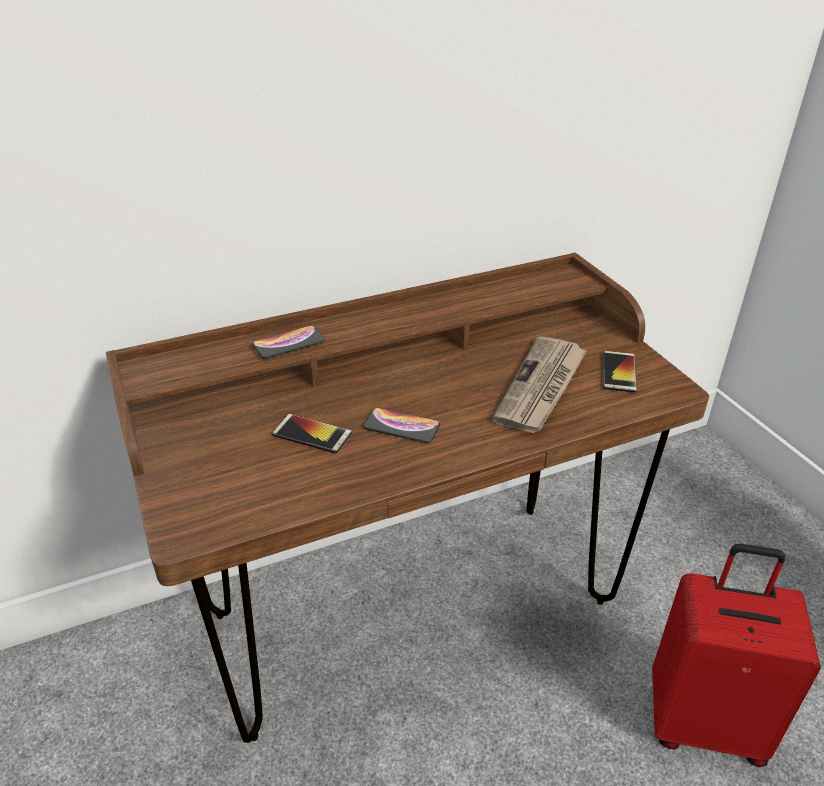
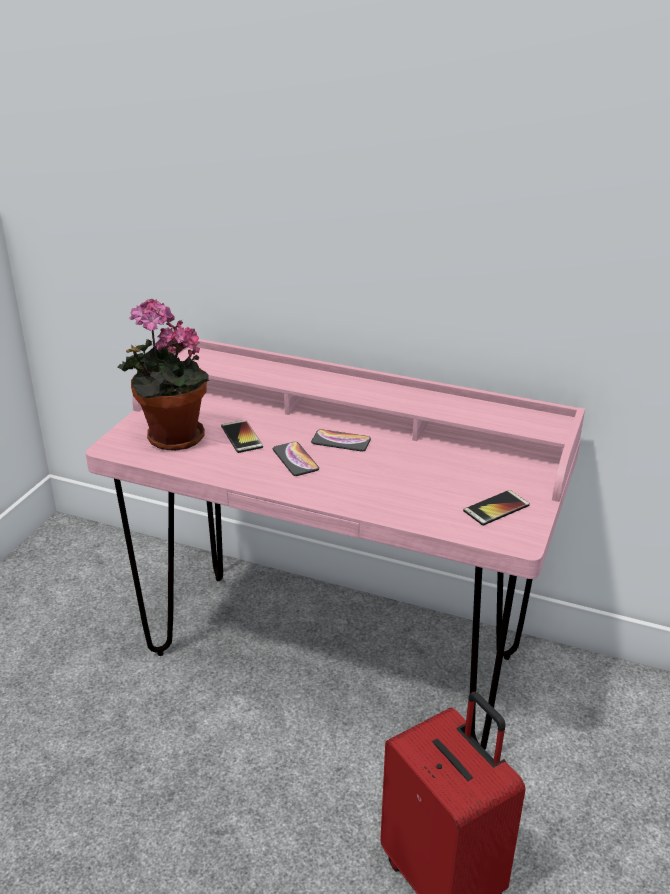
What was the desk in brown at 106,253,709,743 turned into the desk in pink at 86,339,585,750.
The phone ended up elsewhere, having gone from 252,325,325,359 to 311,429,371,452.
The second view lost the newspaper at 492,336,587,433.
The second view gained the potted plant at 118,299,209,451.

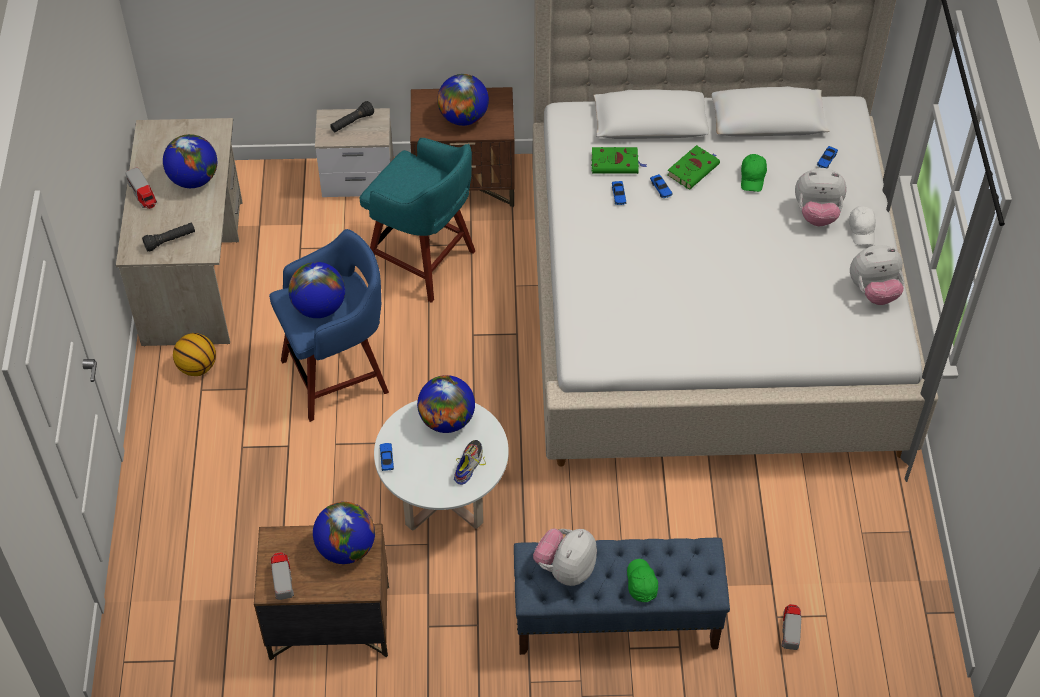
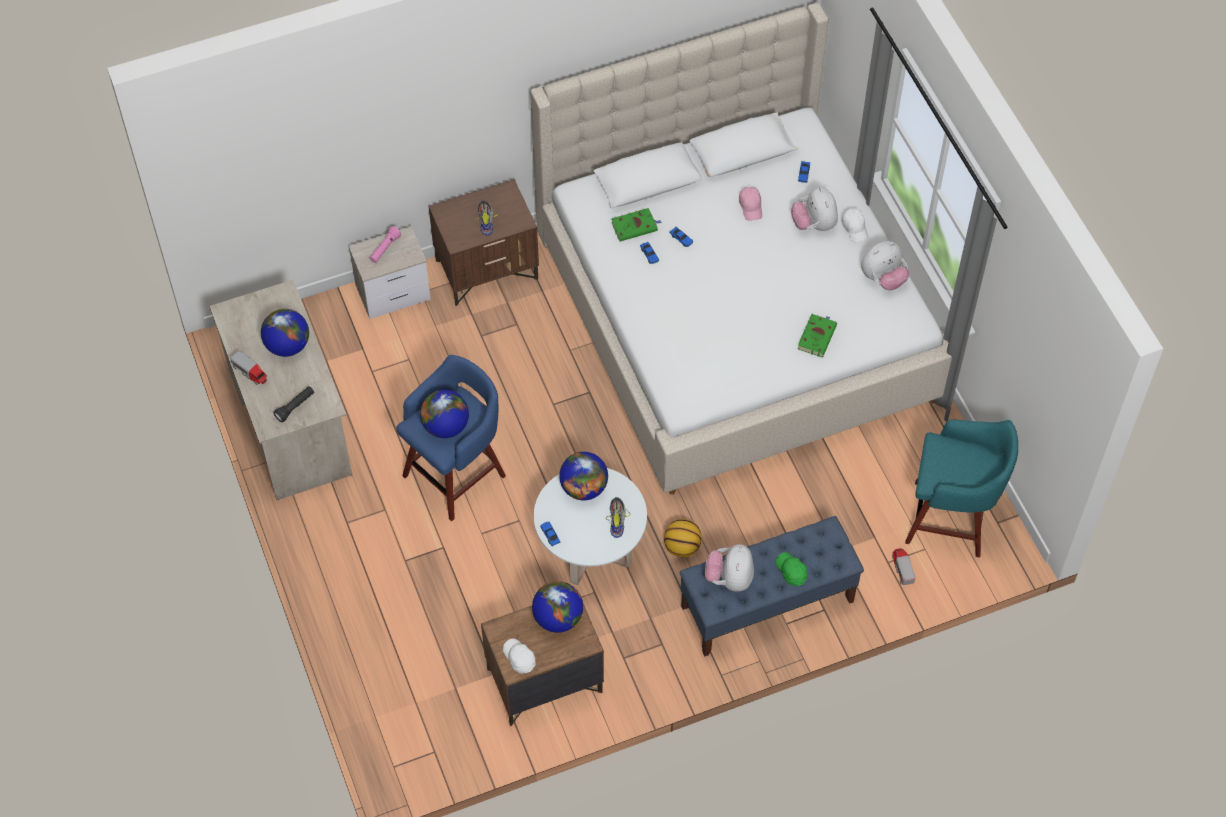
Where the globe stood at 437,74,489,126, the shoe came to stand at 475,201,498,236.
What was the flashlight in black at 330,101,374,132 turned into the flashlight in pink at 370,226,401,263.
The stool in turquoise ended up elsewhere, having gone from 360,138,475,303 to 905,419,1018,558.
The book in green ended up elsewhere, having gone from 667,145,720,190 to 798,314,837,357.
What was the cap in green at 741,154,767,192 turned into the cap in pink at 739,187,762,221.
The plush toy at 795,168,847,226 ended up facing another way, 90 degrees clockwise from before.
The basketball ended up elsewhere, having gone from 173,333,216,376 to 664,519,702,558.
Where the toy truck stood at 271,552,294,600, the cap in white came to stand at 503,639,536,674.

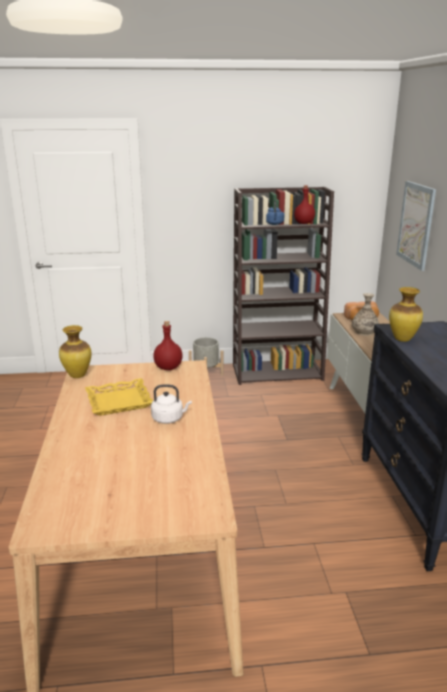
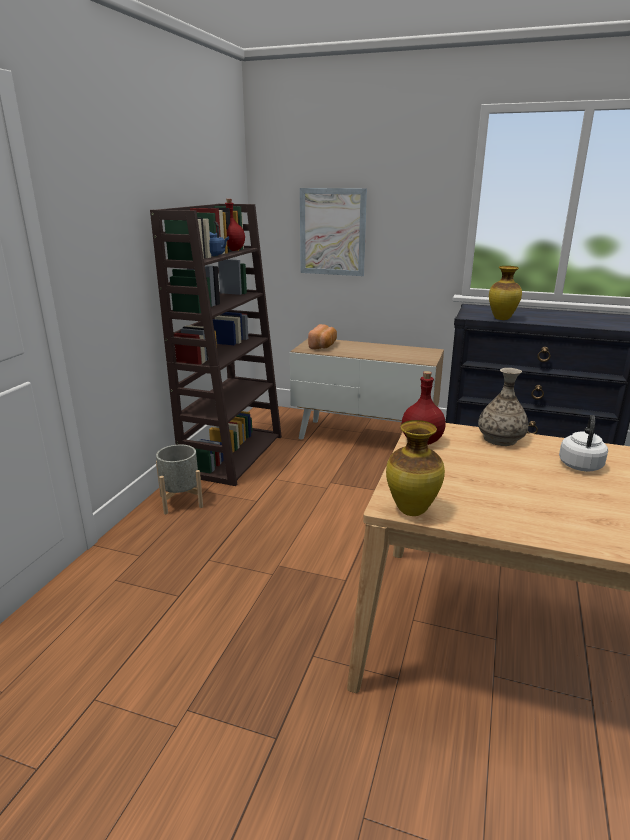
The vase ended up elsewhere, having gone from 352,293,379,336 to 478,368,529,446.
The second view lost the tray in yellow at 85,378,153,416.

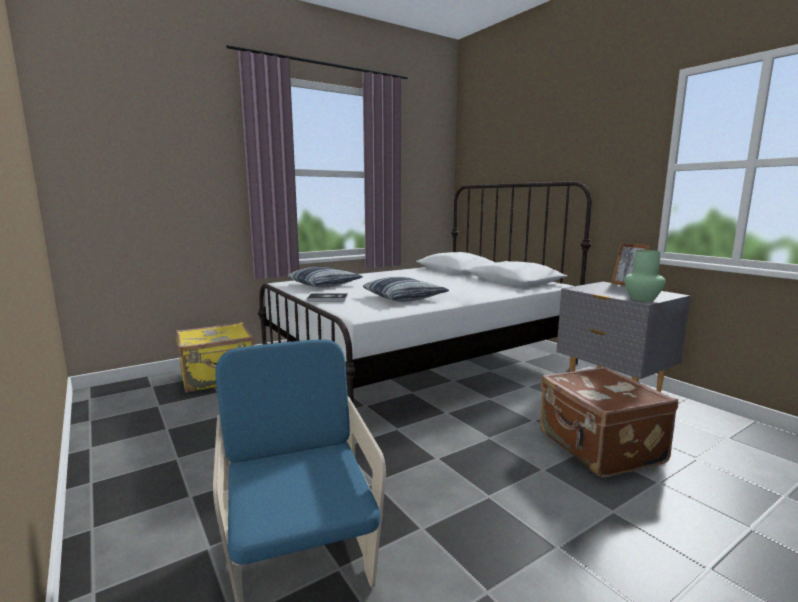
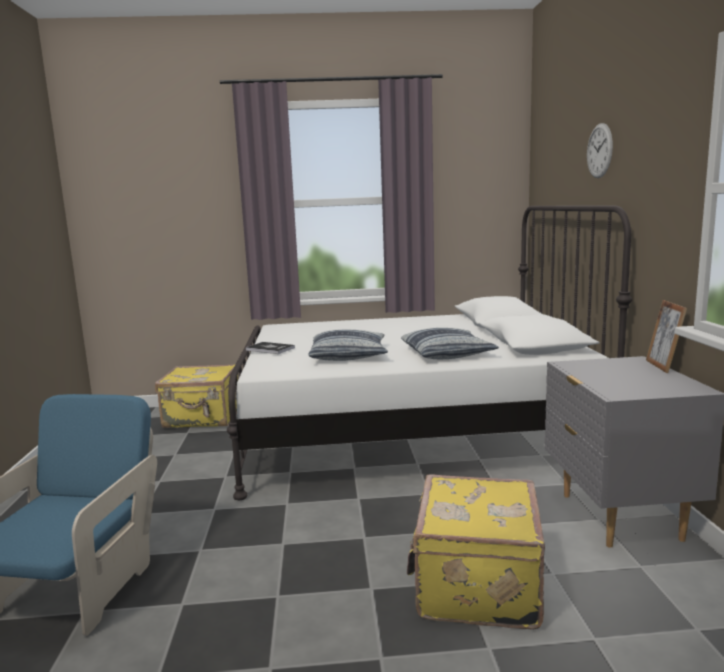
The second view lost the vase in green at 624,250,665,302.
The pillow ended up elsewhere, having gone from 287,267,363,287 to 401,328,499,359.
What was the suitcase in brown at 540,367,678,478 turned into the suitcase in yellow at 407,474,545,630.
The second view gained the wall clock at 587,123,613,178.

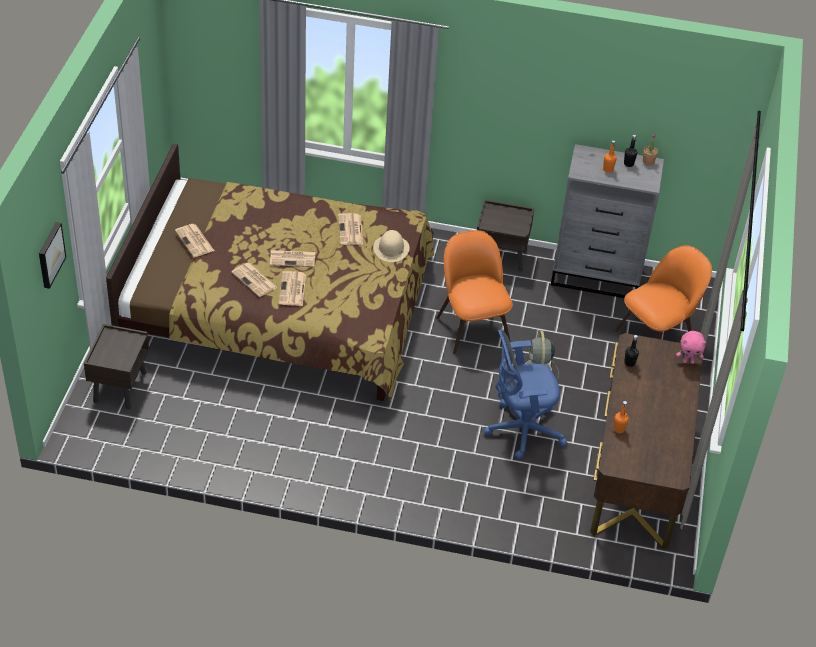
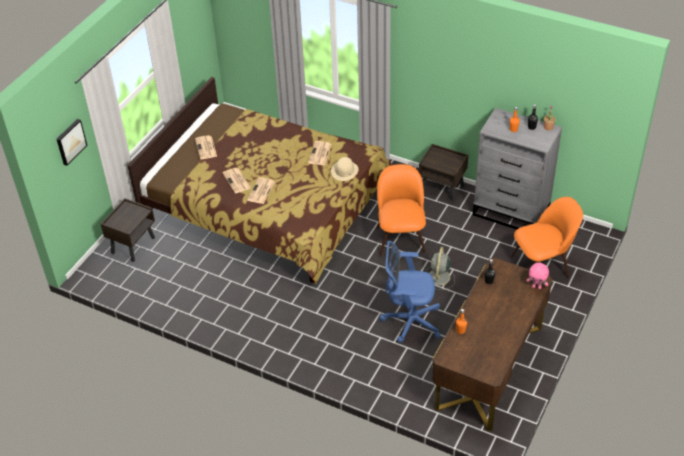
The second view lost the newspaper at 270,250,316,267.

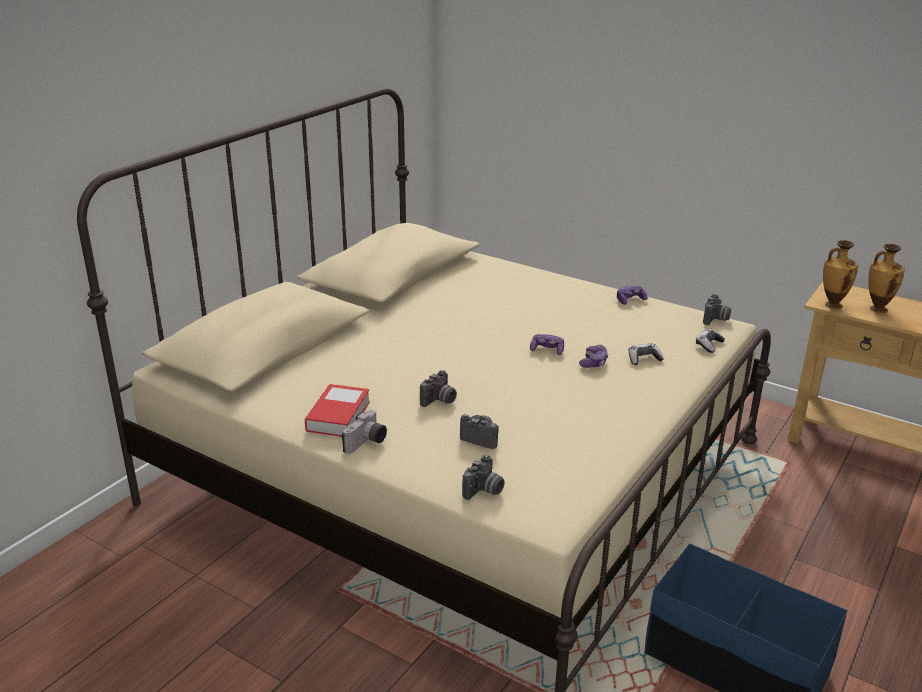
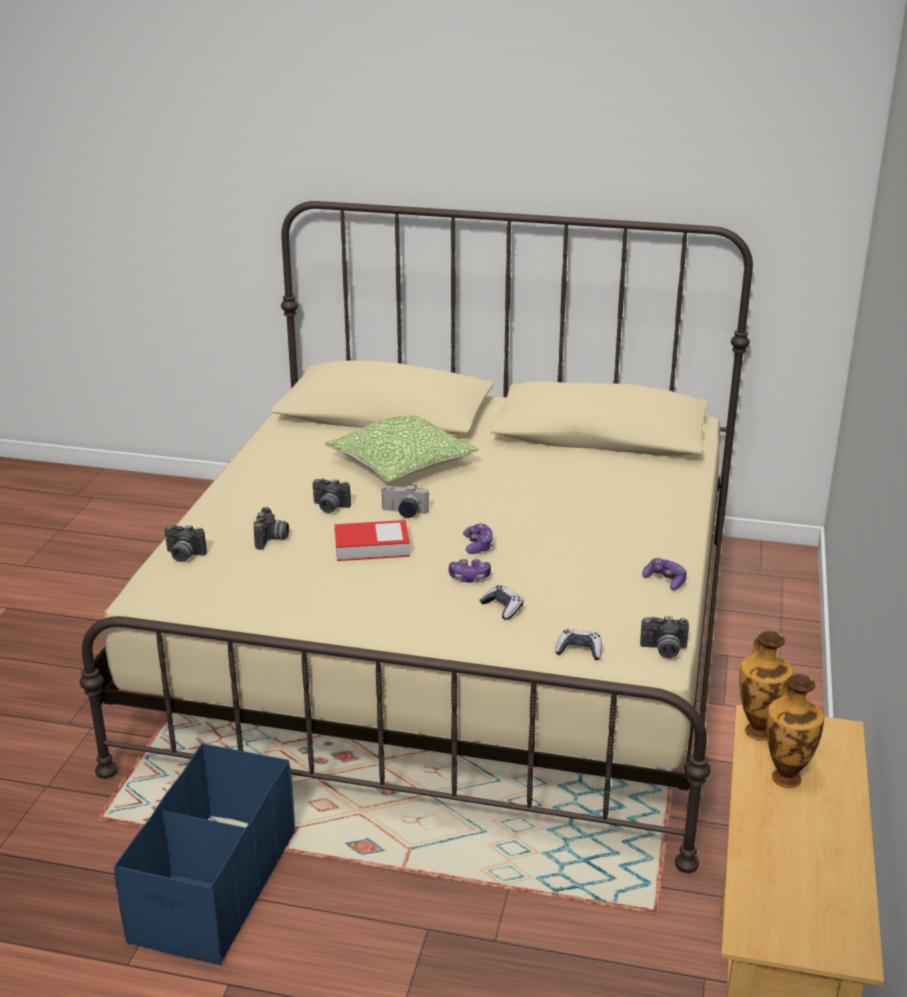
The book ended up elsewhere, having gone from 305,384,370,436 to 334,520,410,561.
The photo camera ended up elsewhere, having gone from 341,410,387,454 to 381,484,429,518.
The second view gained the pillow at 325,415,478,482.

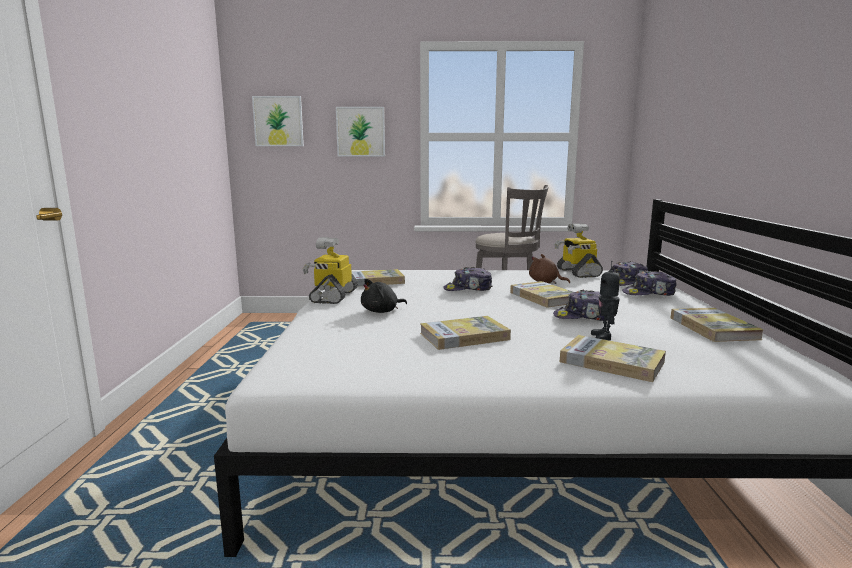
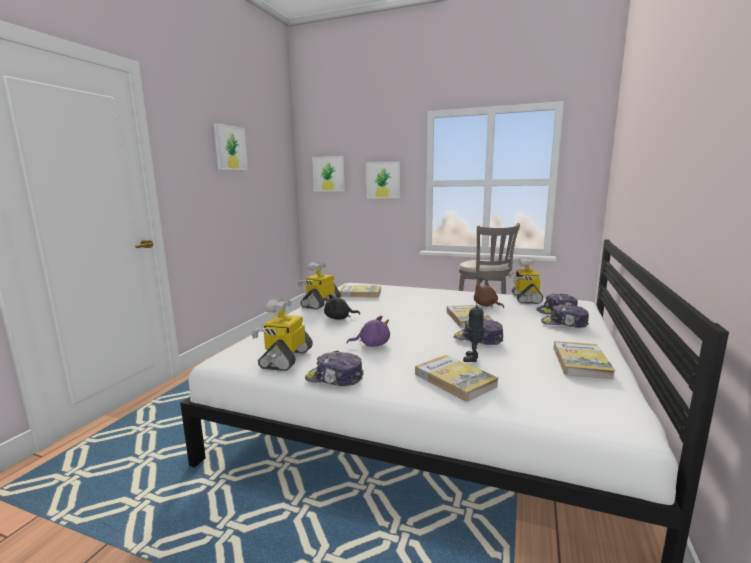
The cap ended up elsewhere, having gone from 443,267,492,291 to 305,351,364,386.
Where the book stood at 420,316,511,350, the plush toy in purple came to stand at 347,316,390,347.
The second view gained the picture at 213,123,248,170.
The second view gained the toy robot at 251,299,313,371.

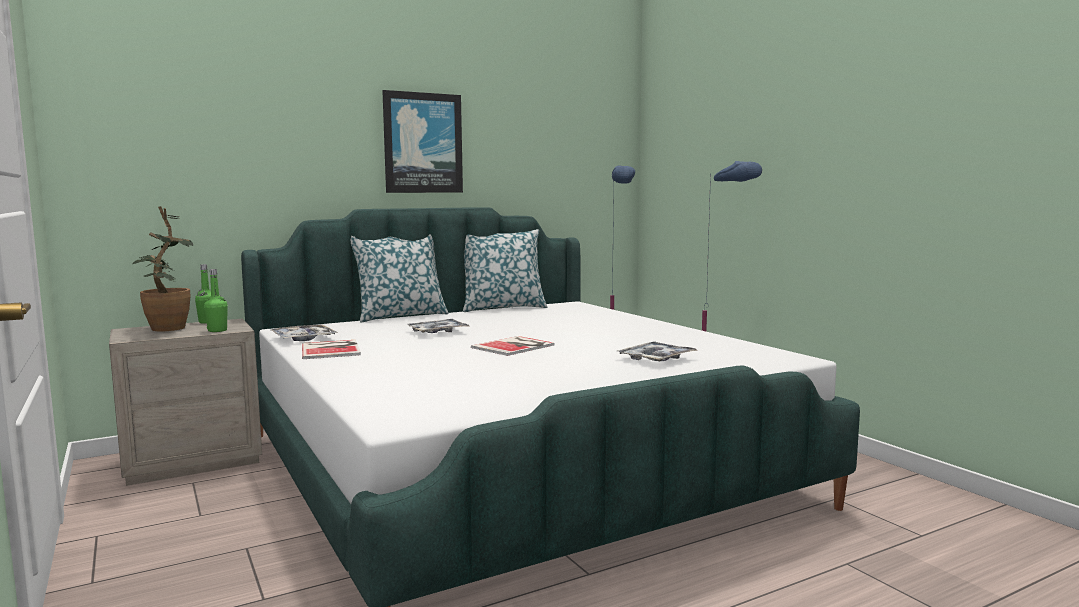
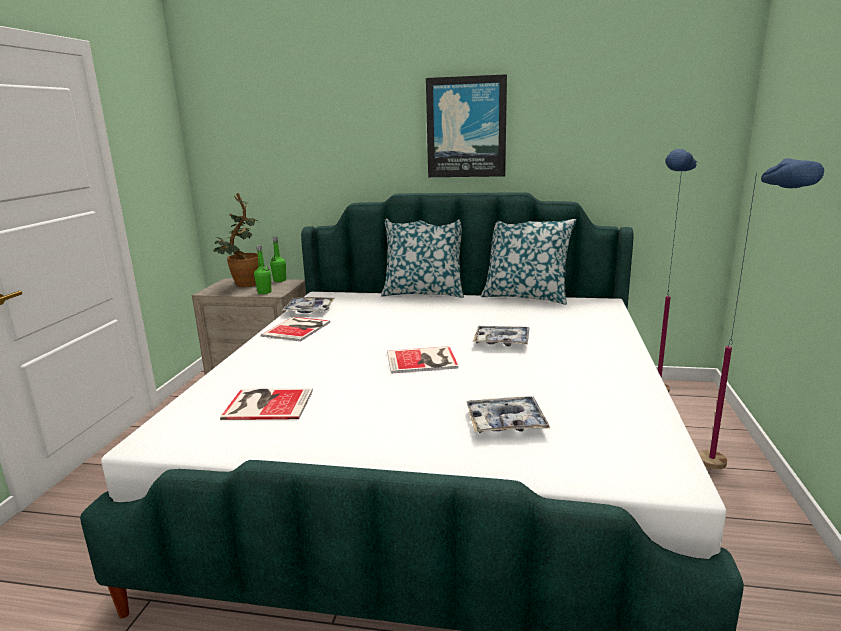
The tray ended up elsewhere, having gone from 407,319,469,333 to 473,326,530,346.
The second view gained the book at 220,388,313,420.

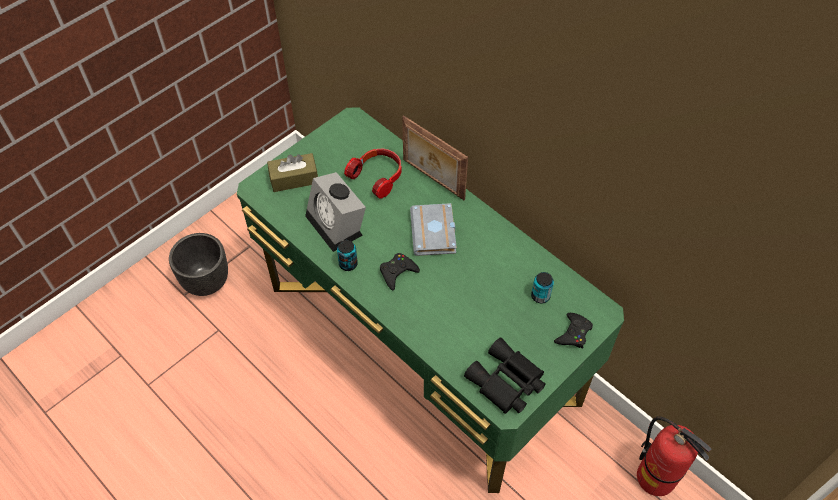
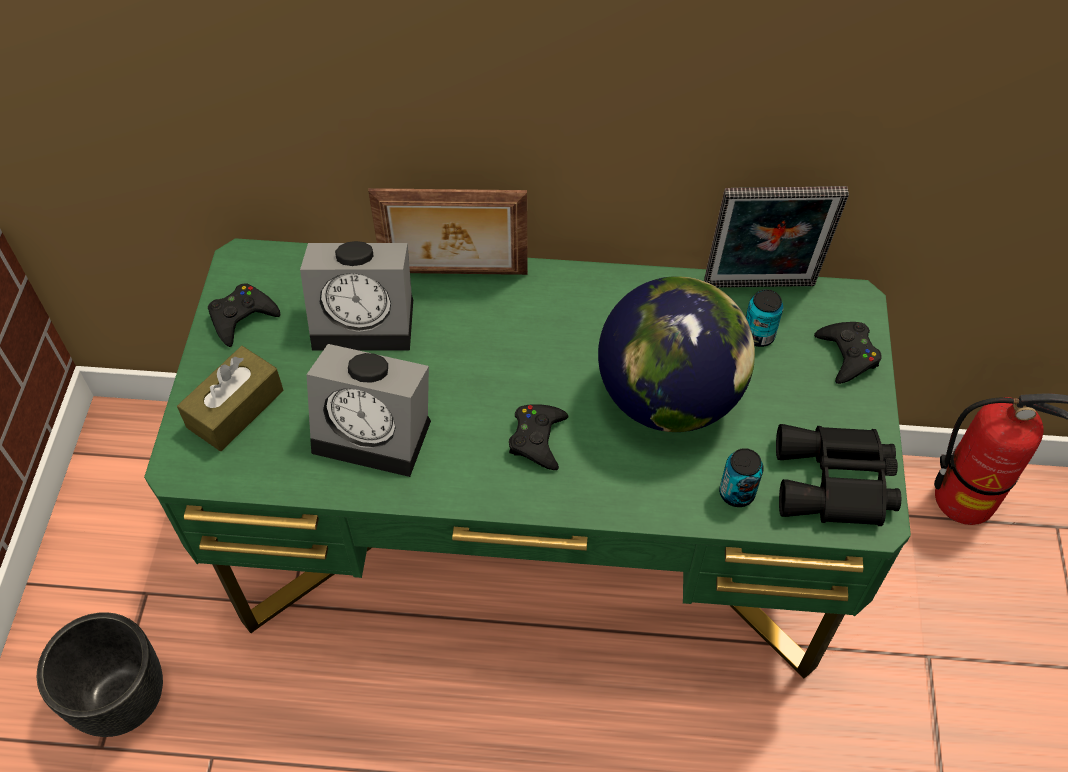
Where the headphones stood at 344,149,402,199, the alarm clock came to stand at 300,241,413,351.
The second view lost the book in grey at 410,203,457,256.
The can ended up elsewhere, having gone from 337,240,358,271 to 719,448,764,507.
The second view gained the picture frame at 704,186,849,287.
The second view gained the globe at 598,276,755,432.
The second view gained the game controller in black at 208,283,280,347.

